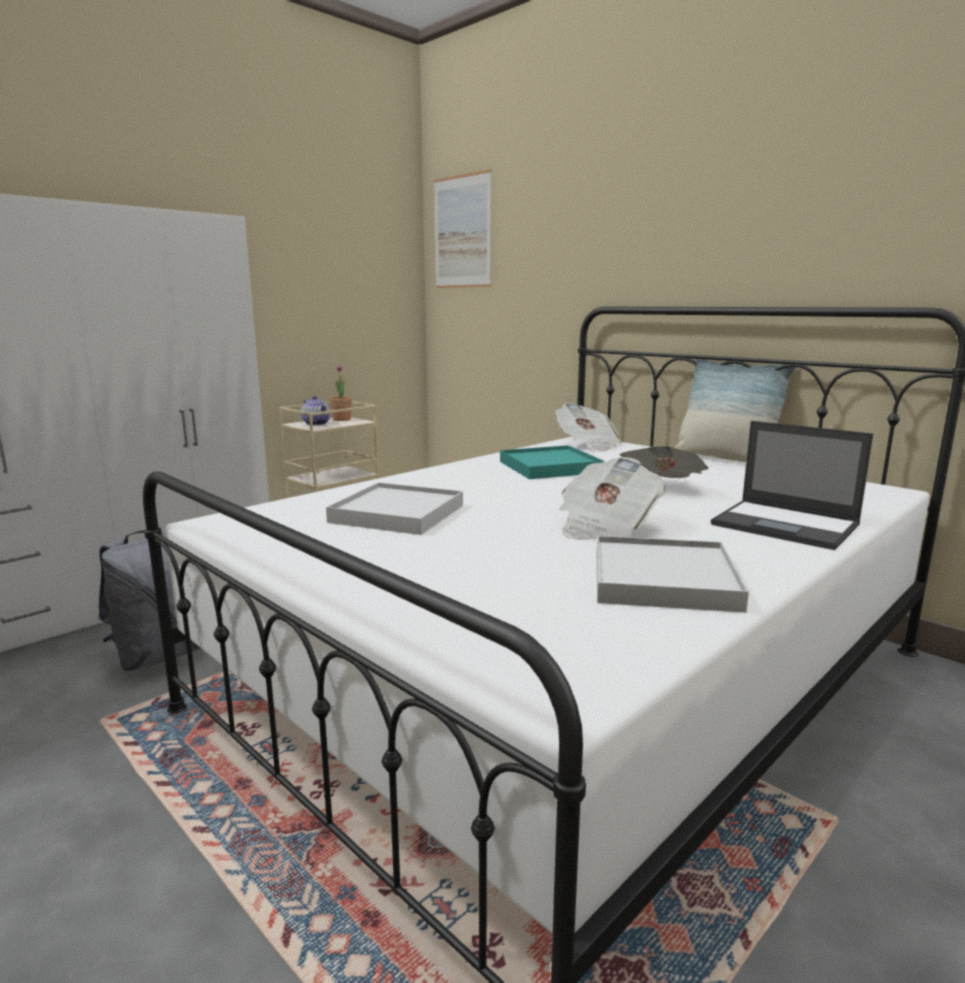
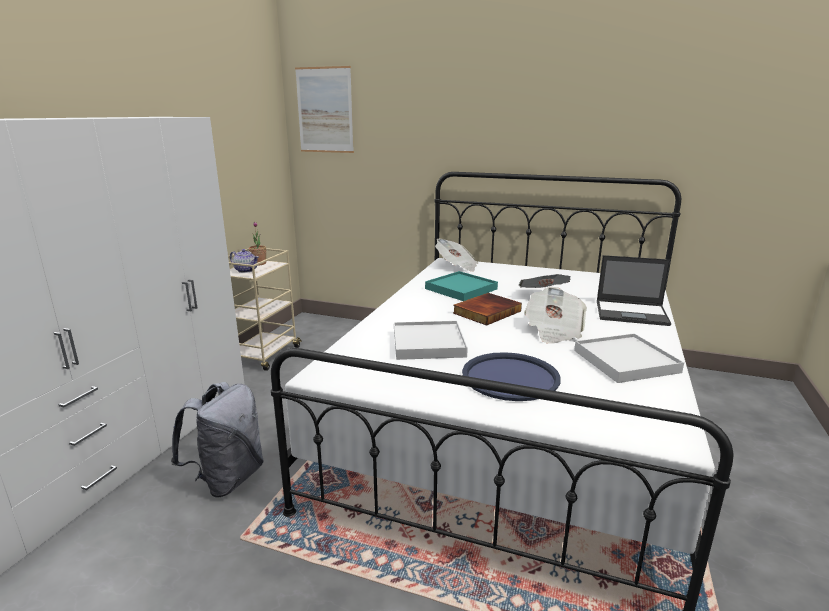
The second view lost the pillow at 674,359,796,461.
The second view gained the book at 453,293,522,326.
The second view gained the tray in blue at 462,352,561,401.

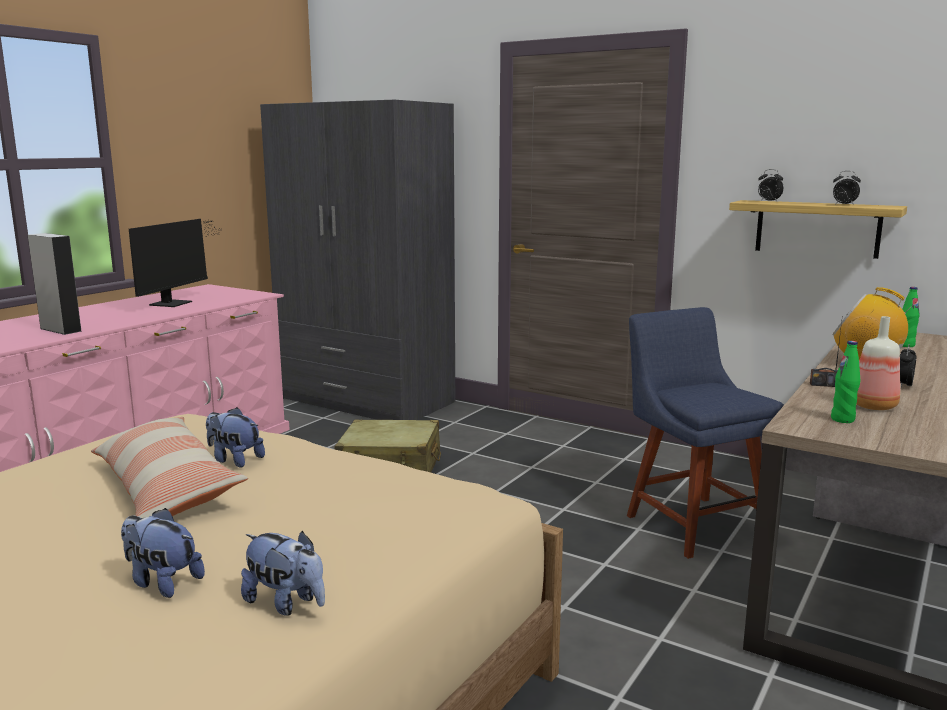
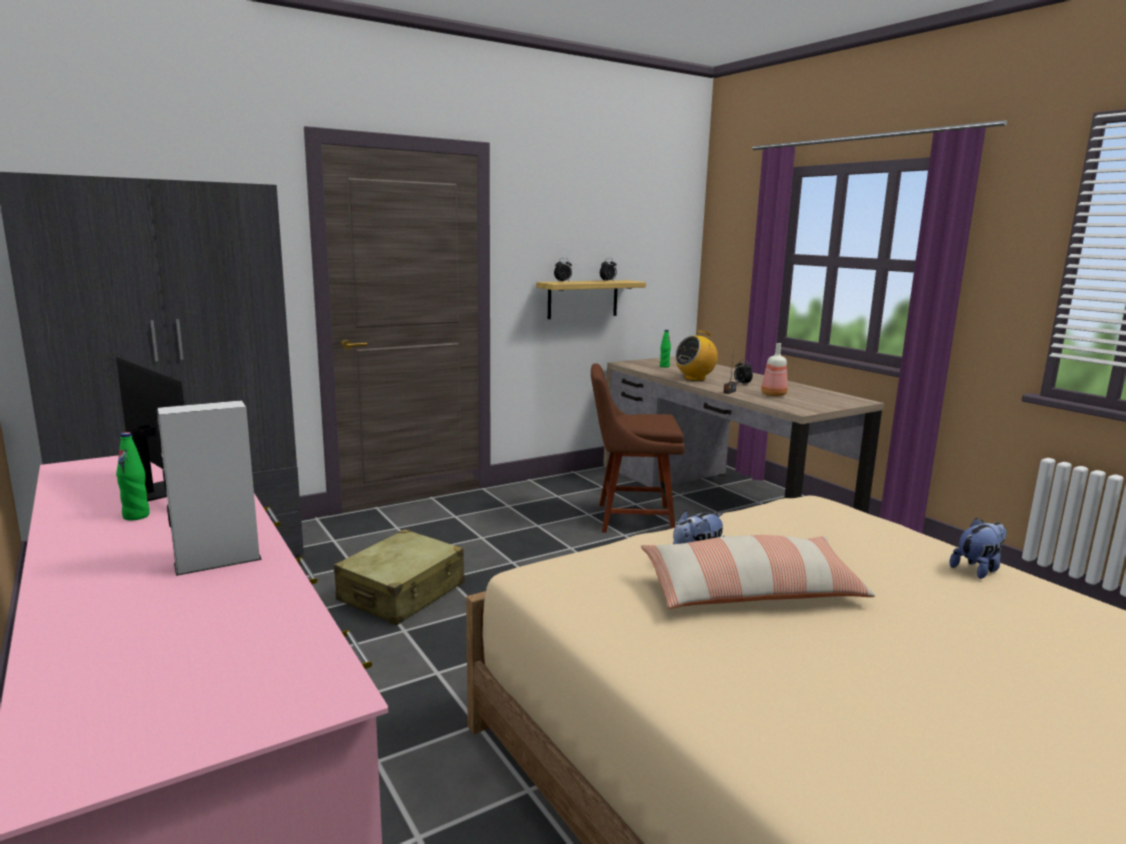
What was the chair in blue at 627,307,784,559 turned into the chair in brown at 591,363,685,533.
The bottle in green ended up elsewhere, having gone from 831,341,860,423 to 116,432,150,521.
The second view lost the plush toy at 121,508,205,598.

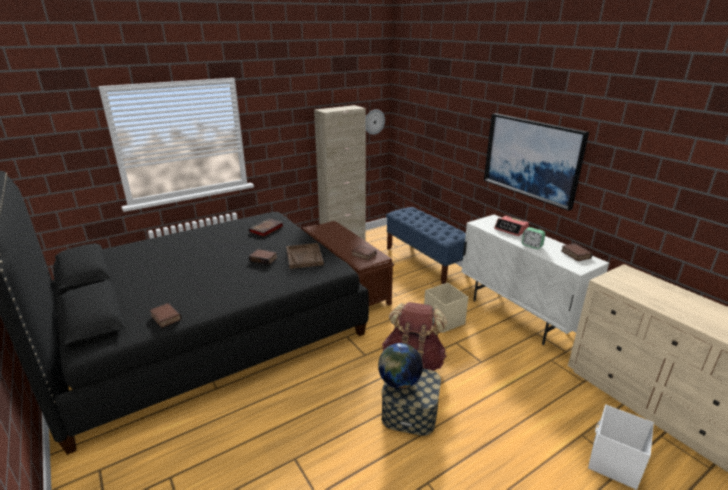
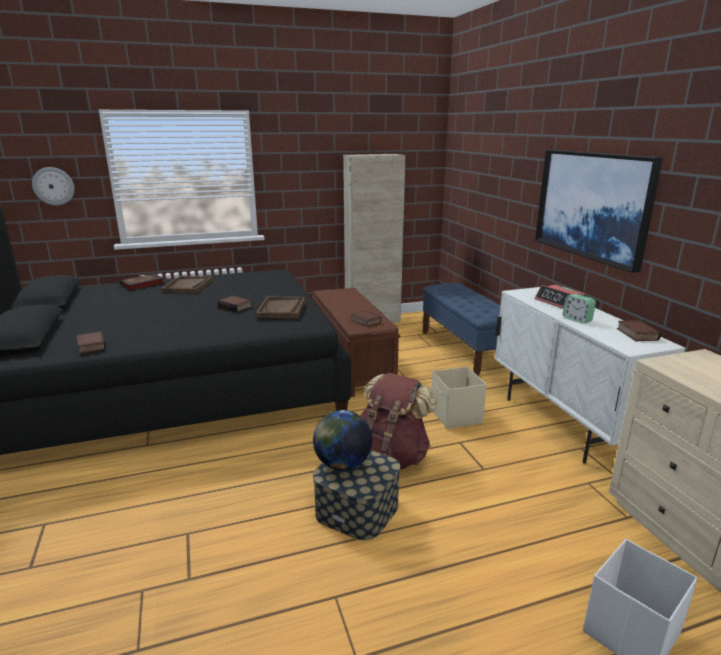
The wall clock ended up elsewhere, having gone from 366,109,385,135 to 32,167,75,205.
The book ended up elsewhere, having gone from 249,218,283,237 to 120,274,164,291.
The second view gained the tray in brown at 161,276,212,293.

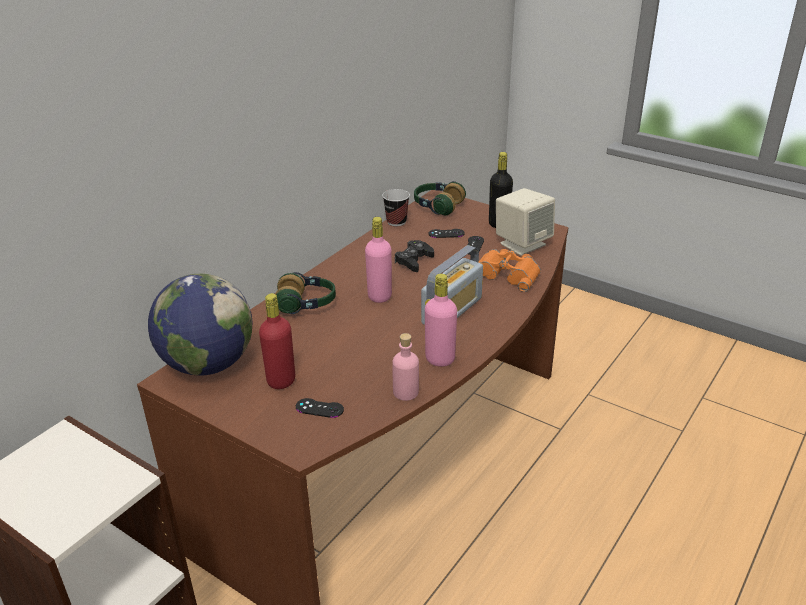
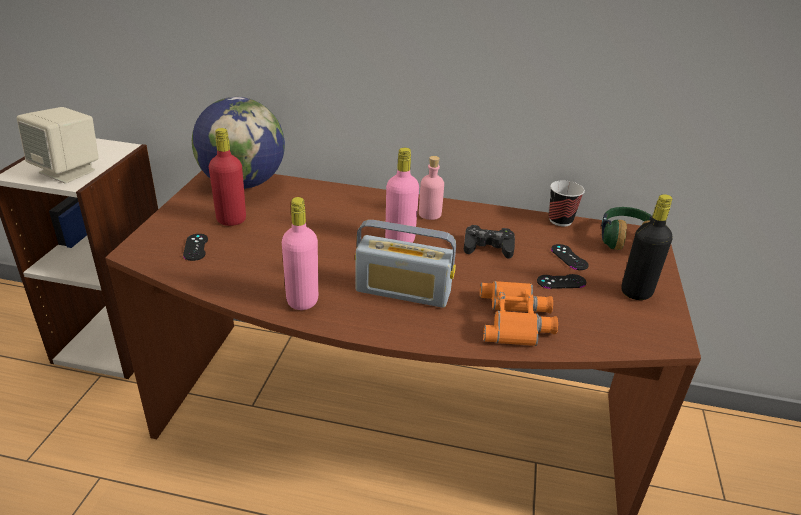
The speaker in beige ended up elsewhere, having gone from 496,188,555,256 to 17,107,99,184.
The second view lost the headphones at 275,272,336,314.
The bottle in pink ended up elsewhere, having gone from 392,333,419,401 to 419,156,444,220.

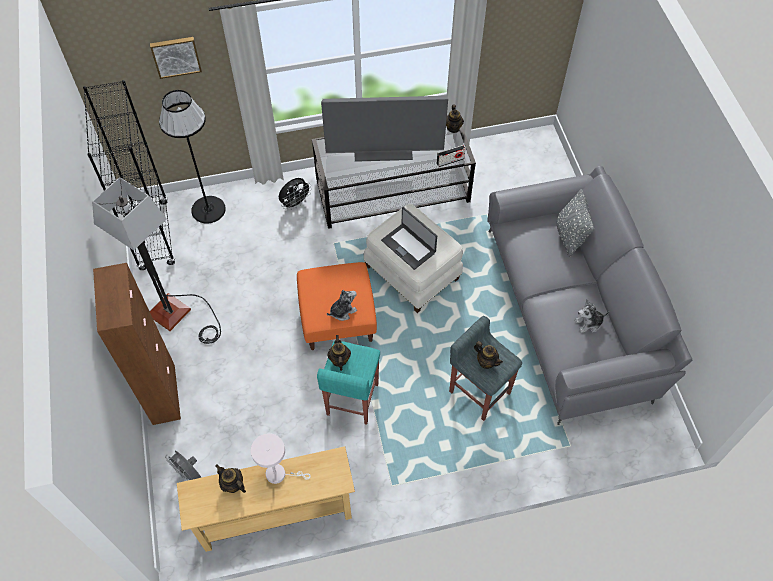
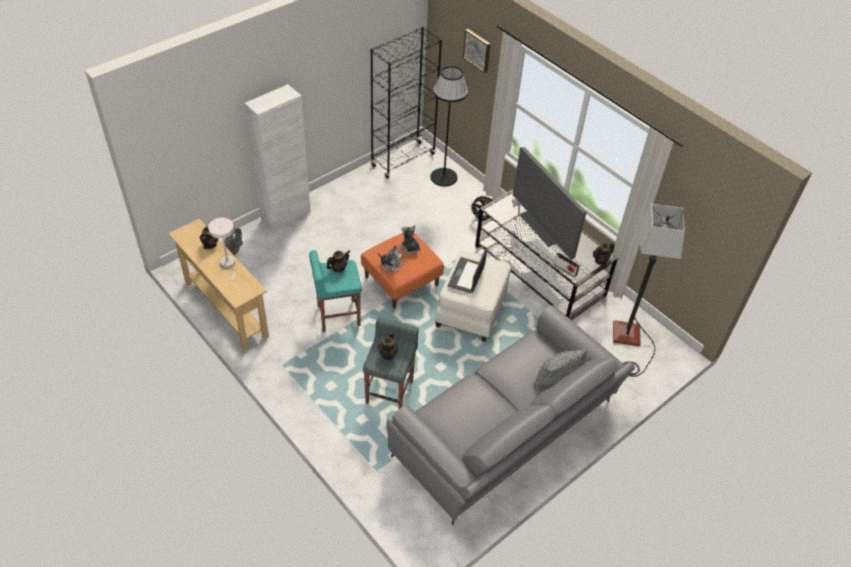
The floor lamp ended up elsewhere, having gone from 92,177,221,344 to 613,204,685,377.
What was the cabinet in brown at 93,263,181,425 turned into the cabinet in white at 245,84,311,231.
The plush toy ended up elsewhere, having gone from 575,299,609,333 to 399,225,421,254.

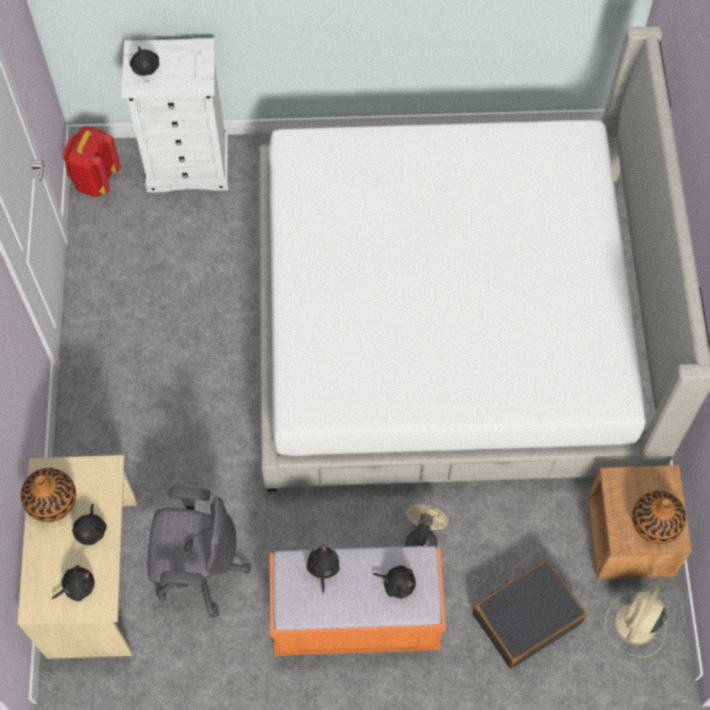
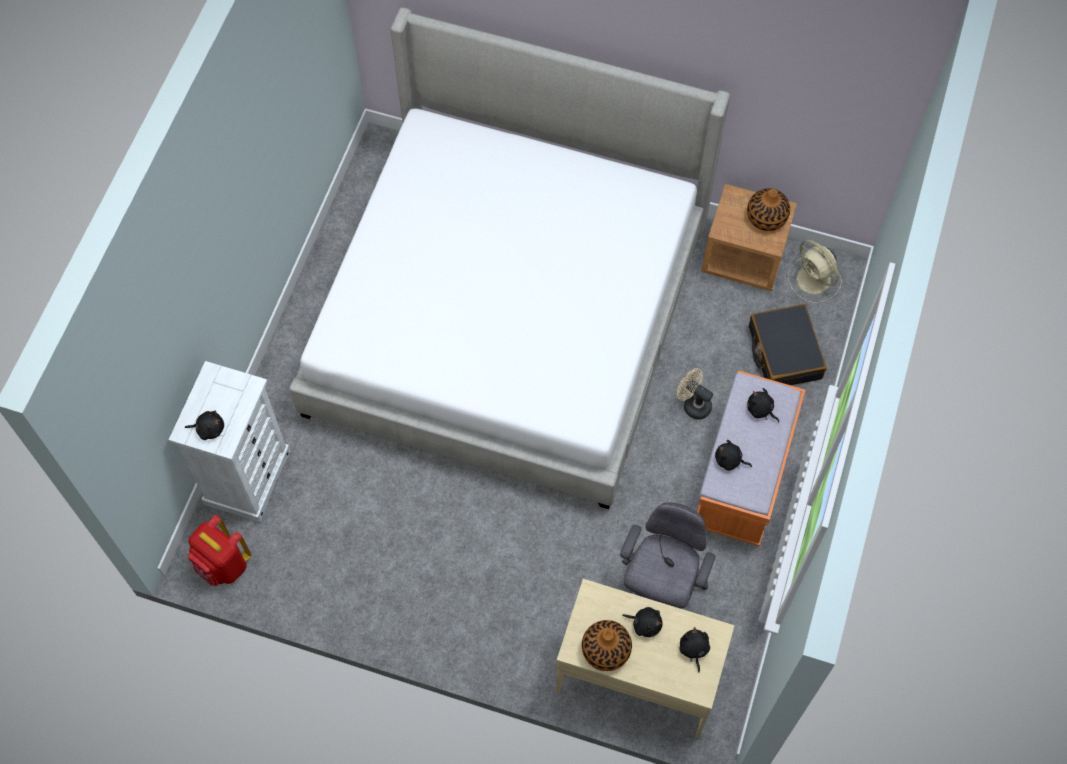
The plush toy in black at 373,565,416,599 ended up facing another way, 90 degrees counterclockwise from before.

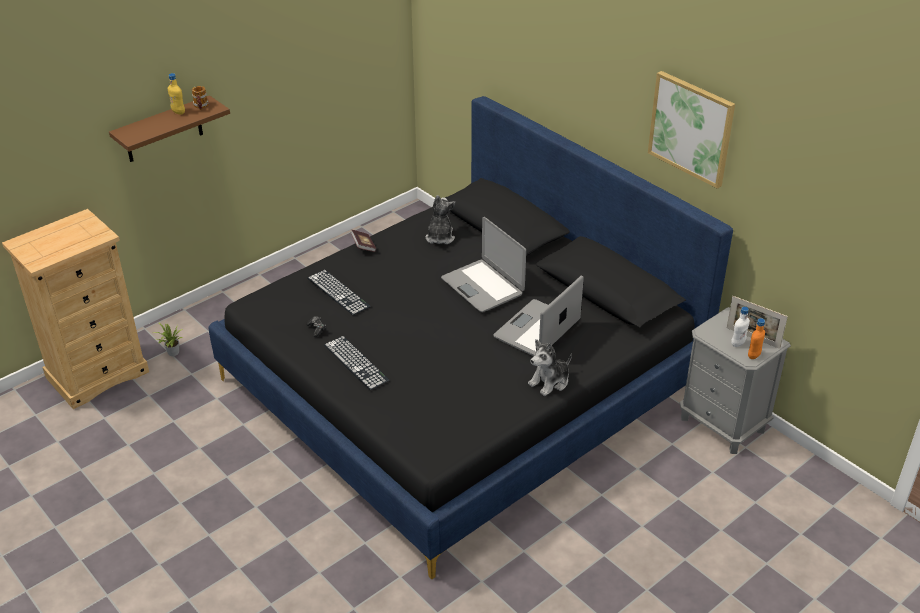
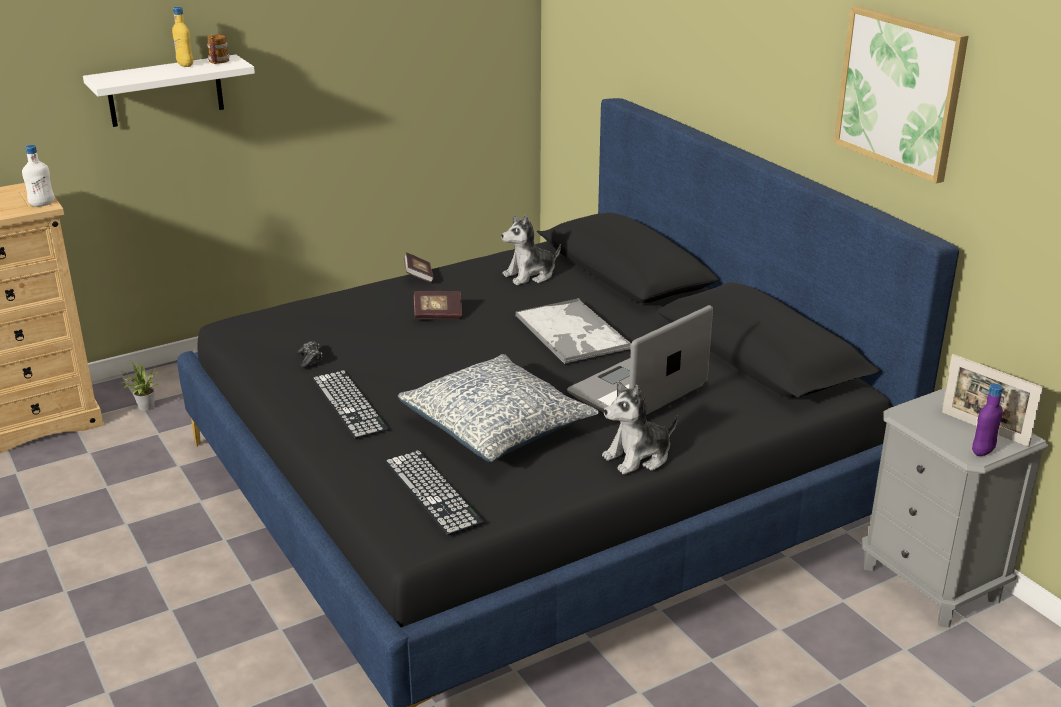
What was the shelf in brown at 109,95,230,162 turned into the shelf in white at 83,55,255,127.
The plush toy at 426,195,456,244 ended up facing another way, 135 degrees counterclockwise from before.
Where the laptop stood at 441,217,526,312, the tray came to stand at 515,298,631,364.
The keyboard ended up elsewhere, having gone from 308,270,370,315 to 384,450,484,535.
The bottle in white ended up elsewhere, having gone from 731,307,750,347 to 22,145,54,207.
What was the bottle in orange at 748,318,765,359 turned into the bottle in purple at 972,384,1003,456.
The second view gained the book at 413,291,462,319.
The second view gained the pillow at 398,354,599,462.

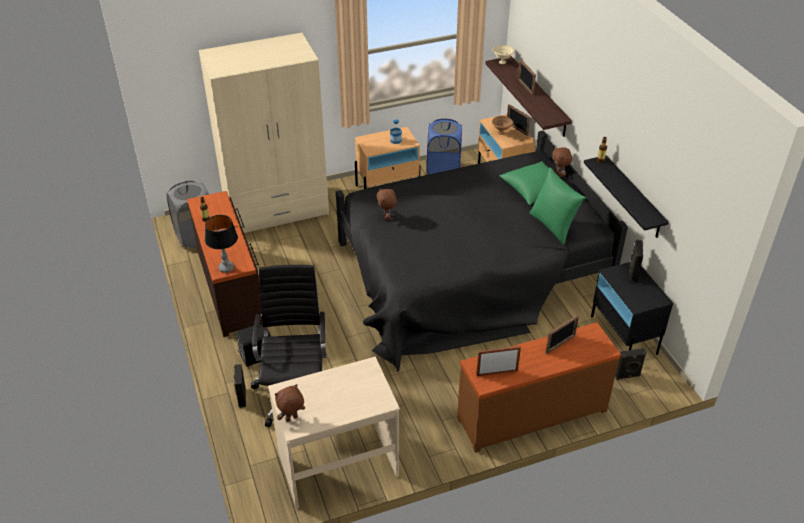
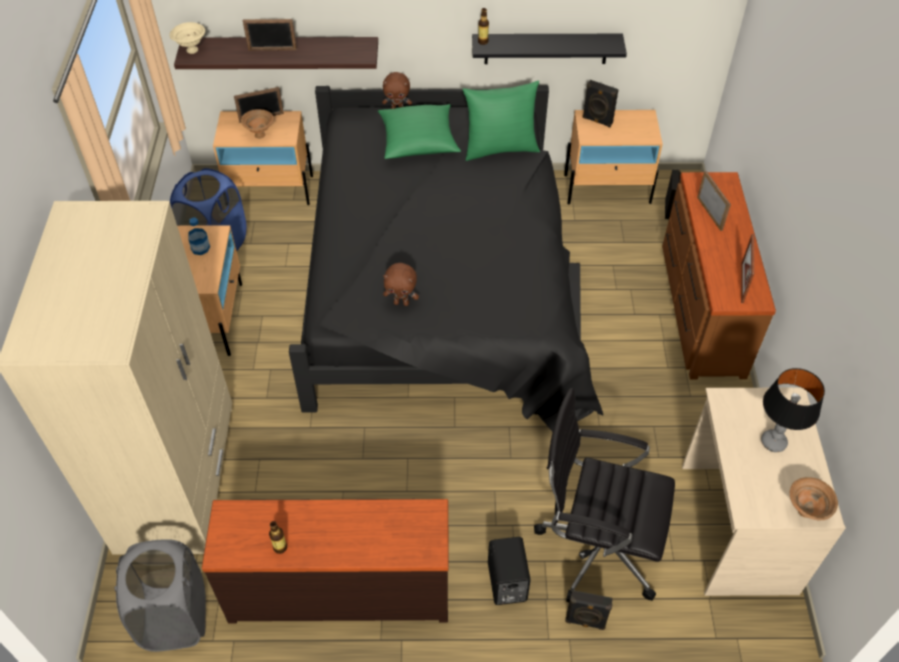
The table lamp ended up elsewhere, having gone from 205,215,238,273 to 761,368,825,452.
What was the nightstand in black at 591,262,673,355 turned into the nightstand in beige at 564,110,663,204.
Where the plush toy in brown stood at 275,384,305,422, the bowl in brown came to stand at 790,477,838,521.

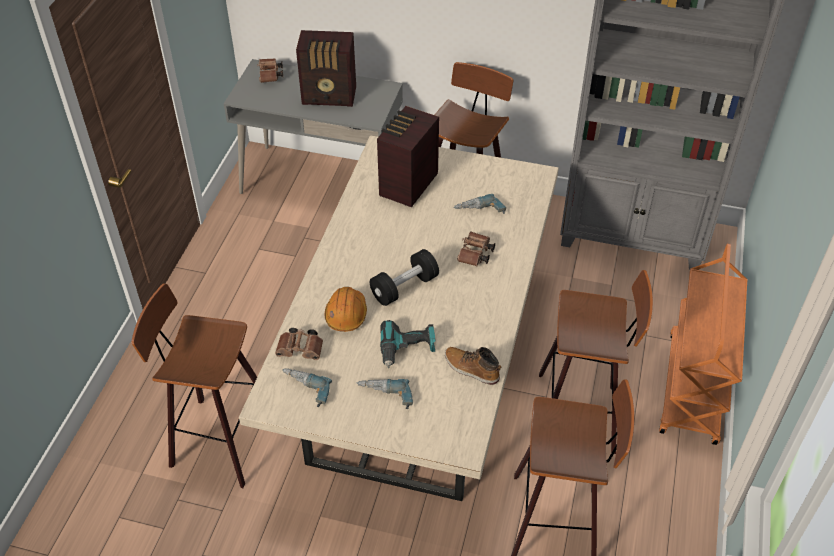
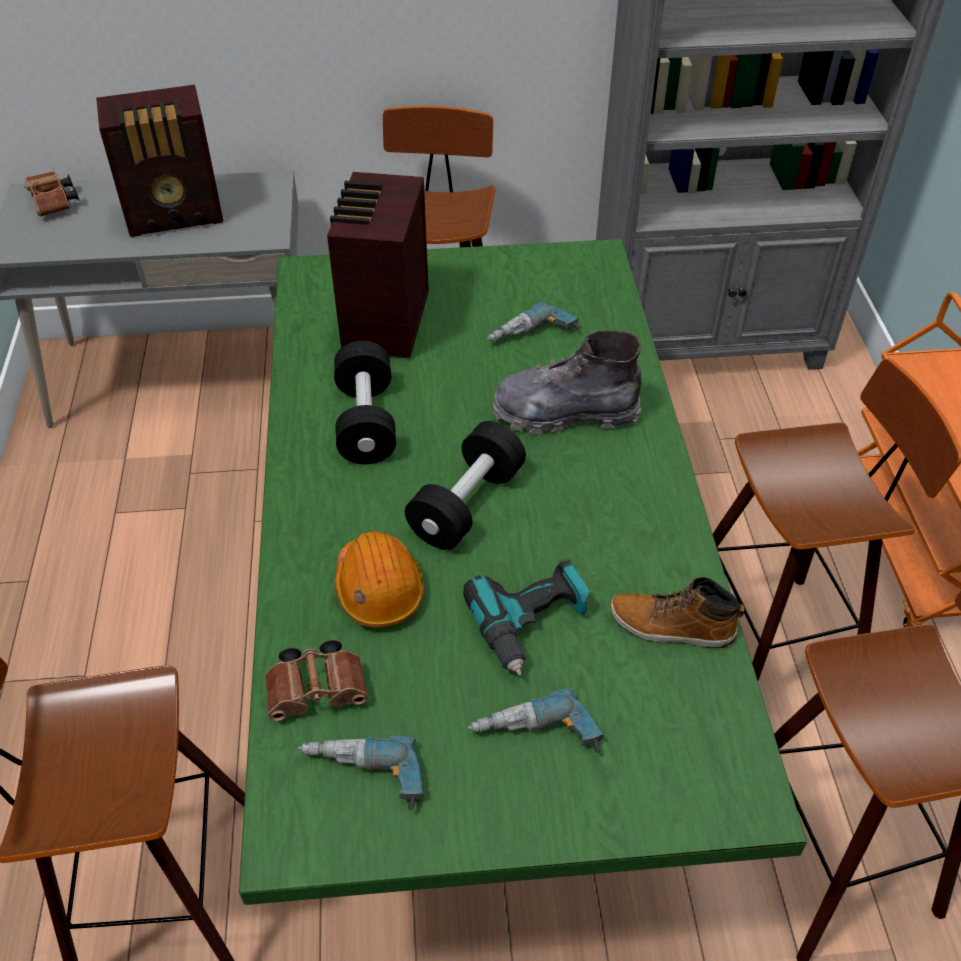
What was the dining table in beige at 239,135,559,501 turned into the dining table in green at 239,239,807,905.
Where the binoculars in brown stood at 457,231,495,266, the boot in grey came to stand at 492,331,642,435.
The second view gained the dumbbell in black at 334,341,396,464.

